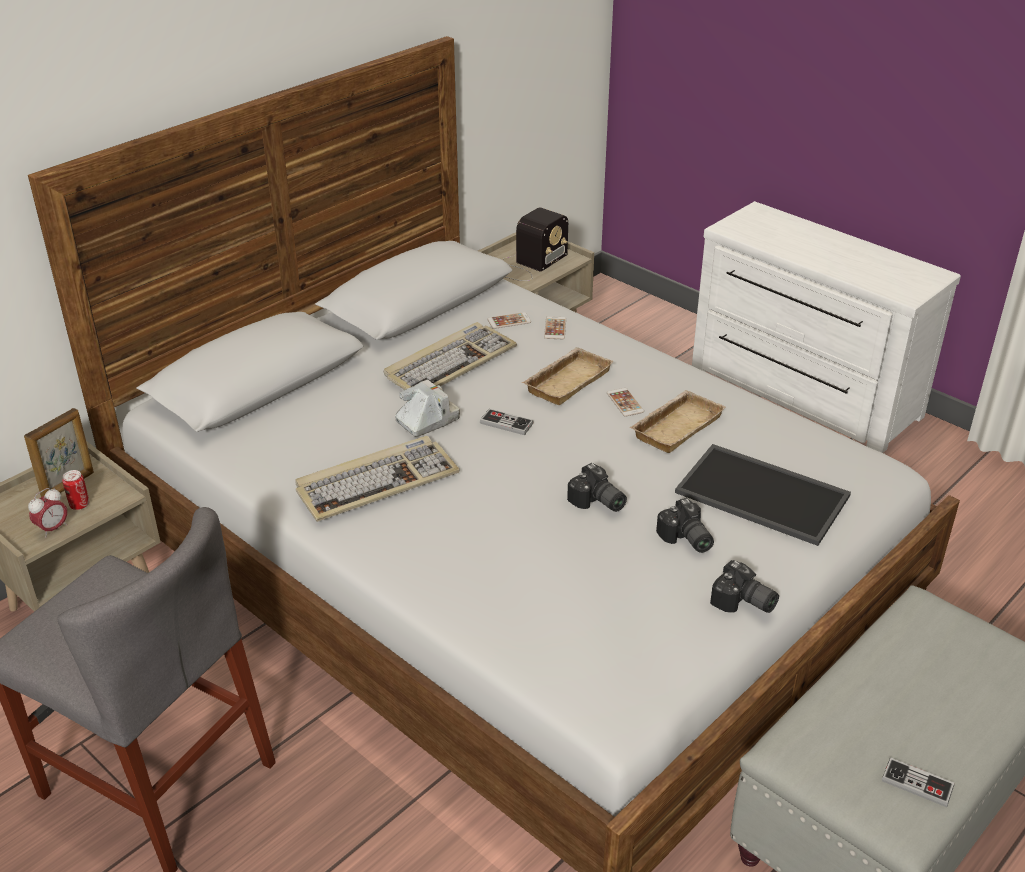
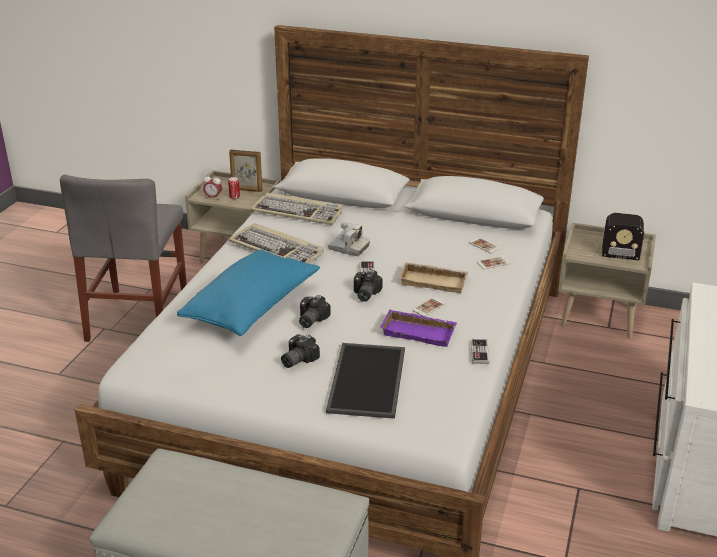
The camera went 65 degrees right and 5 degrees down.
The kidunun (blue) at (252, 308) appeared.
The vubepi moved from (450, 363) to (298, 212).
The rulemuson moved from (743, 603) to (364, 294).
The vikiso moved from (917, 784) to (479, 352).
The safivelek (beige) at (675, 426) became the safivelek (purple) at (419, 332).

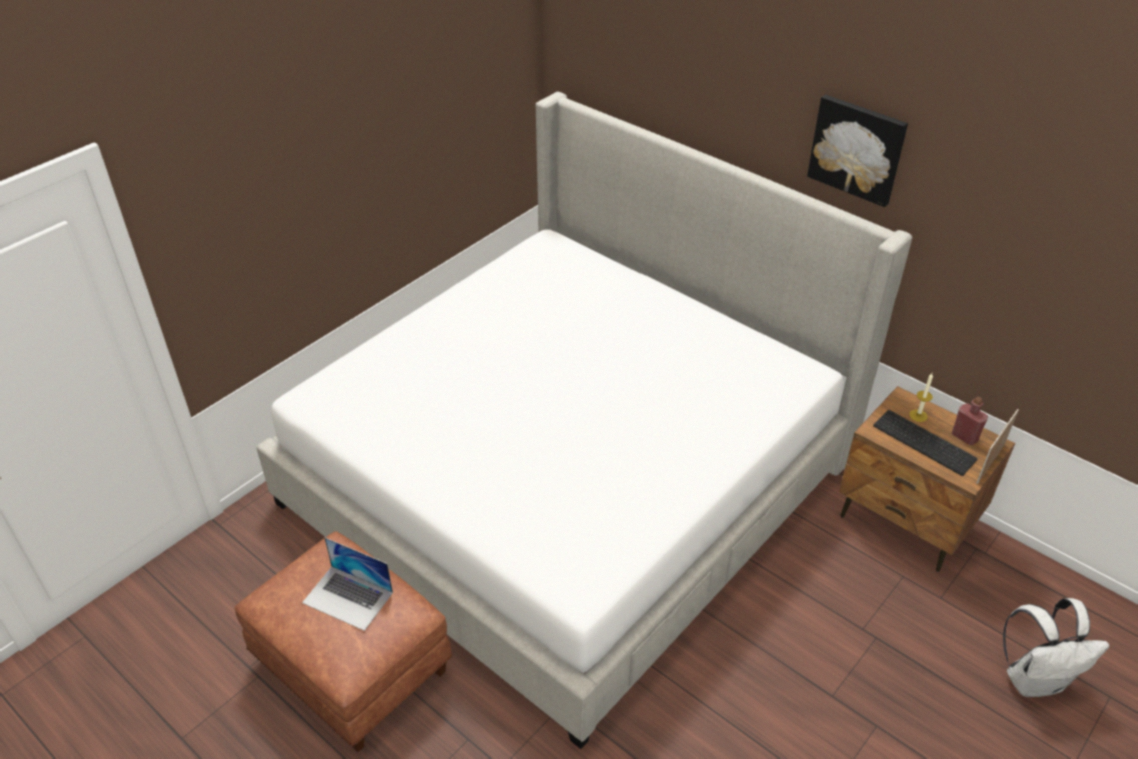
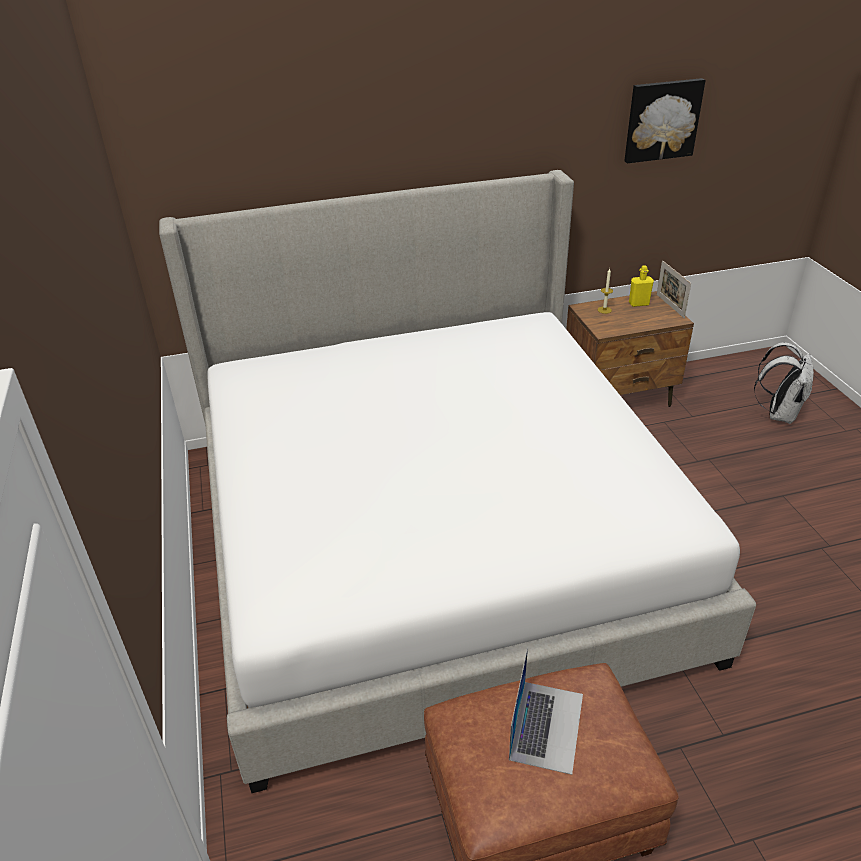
The camera went 55 degrees left and 5 degrees down.
The vubepi at (926, 442) disappeared.
The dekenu moved from (857, 149) to (662, 120).
The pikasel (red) at (964, 437) became the pikasel (yellow) at (639, 303).
The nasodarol at (348, 597) turned 45 degrees counterclockwise.

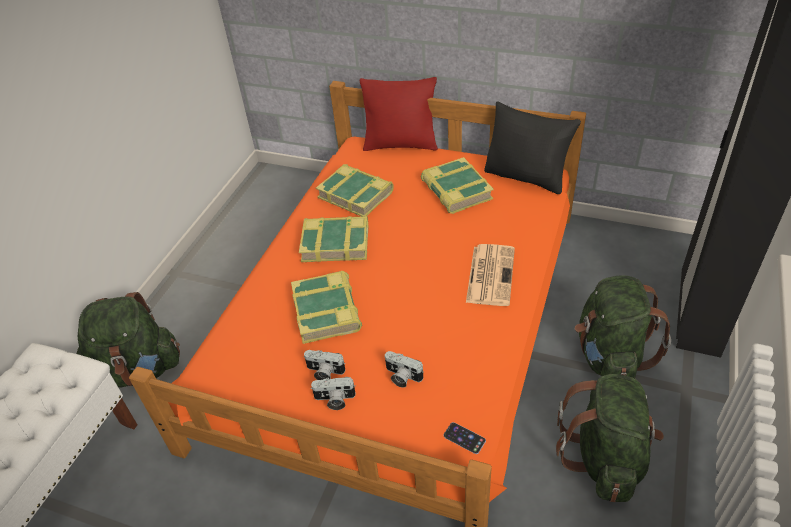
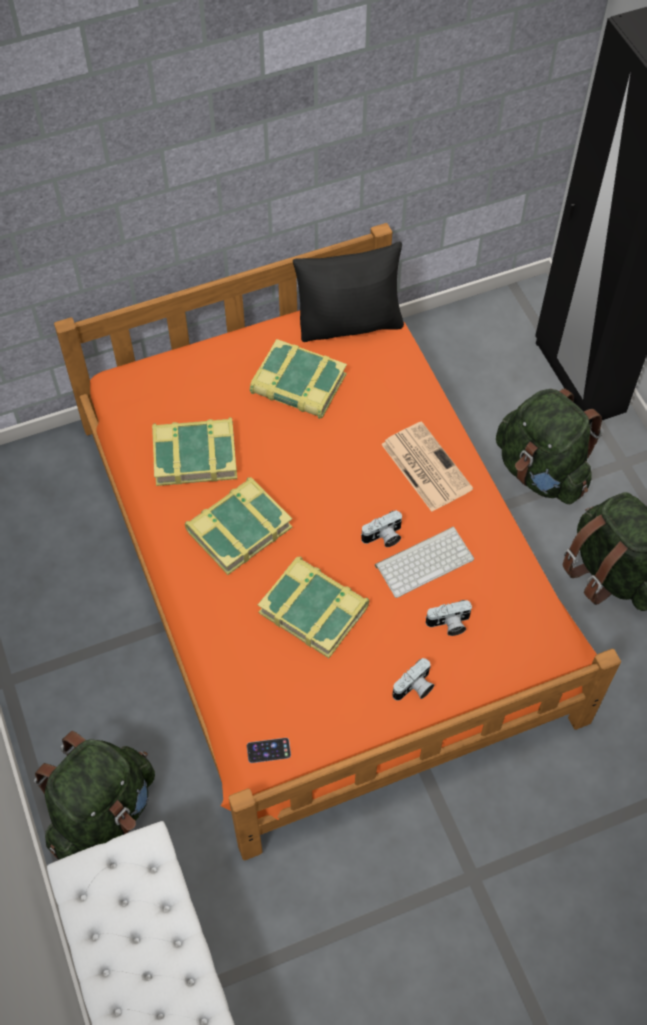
The camera went 45 degrees left and 15 degrees up.
The kidunun (red) at (400, 145) disappeared.
The vubepi at (424, 560) appeared.
The rulemuson moved from (324, 372) to (383, 537).
The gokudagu moved from (464, 438) to (268, 750).

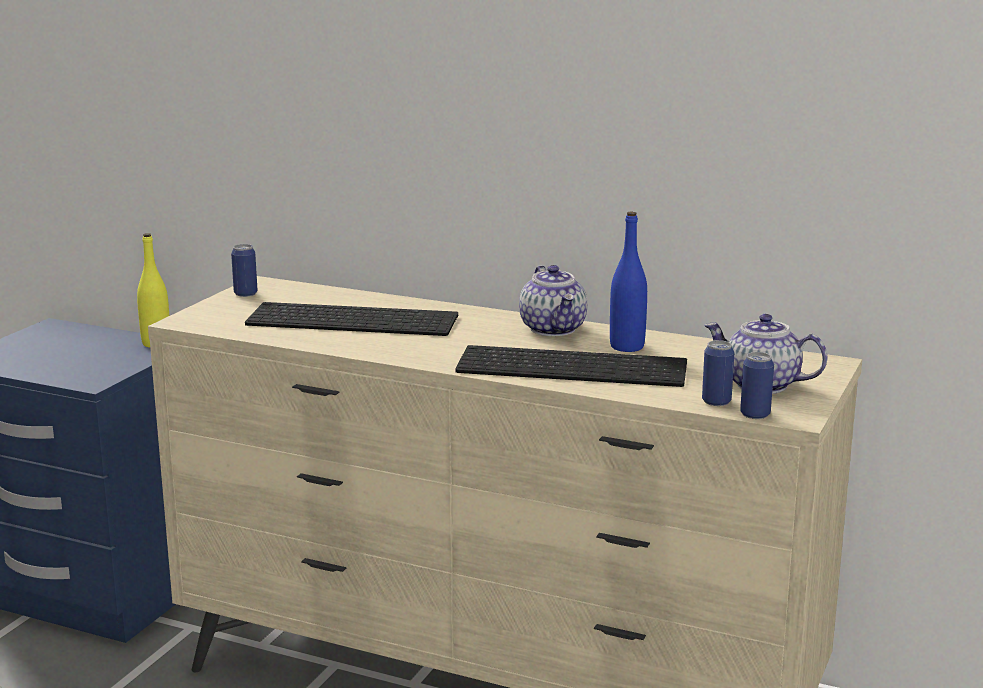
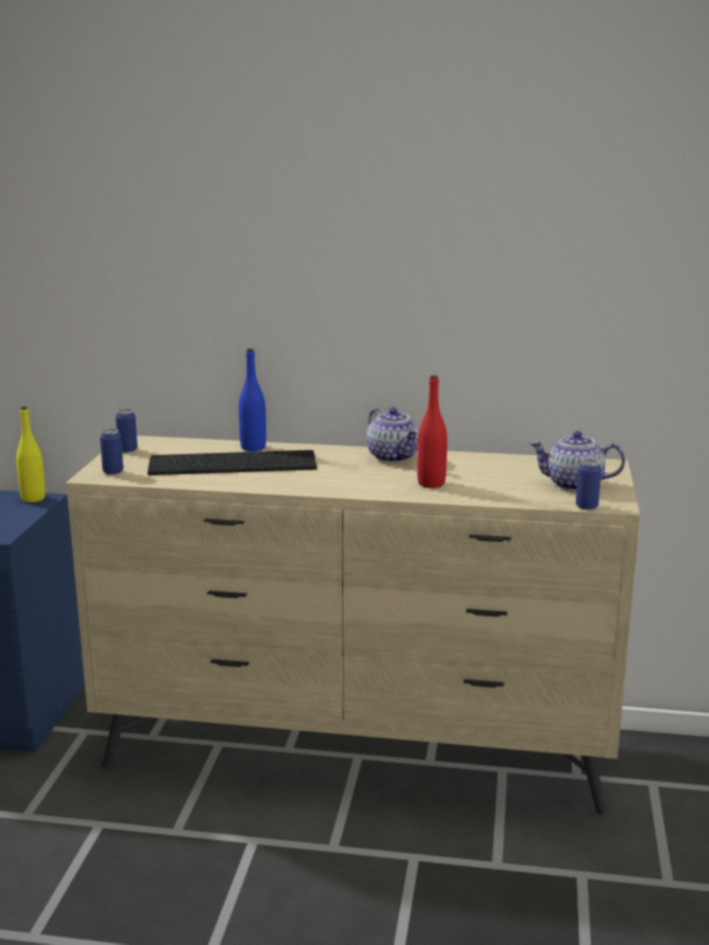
The camera went 15 degrees left and 0 degrees up.
The pikasel (blue) moved from (627, 347) to (253, 448).
The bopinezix moved from (716, 401) to (113, 471).
The vubepi at (574, 366) was replaced by the pikasel (red) at (431, 483).

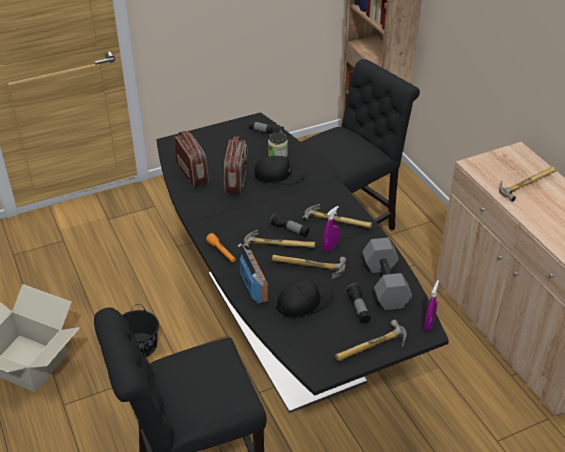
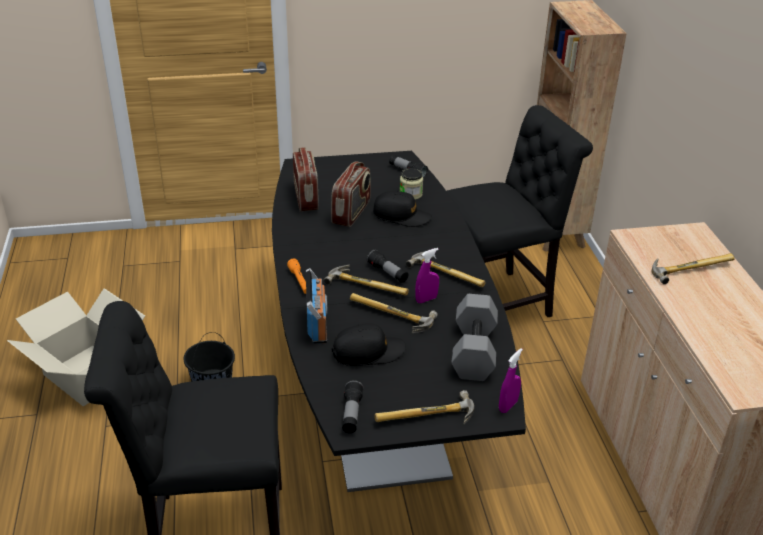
The camera went 15 degrees right and 5 degrees down.
The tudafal moved from (358, 308) to (351, 414).

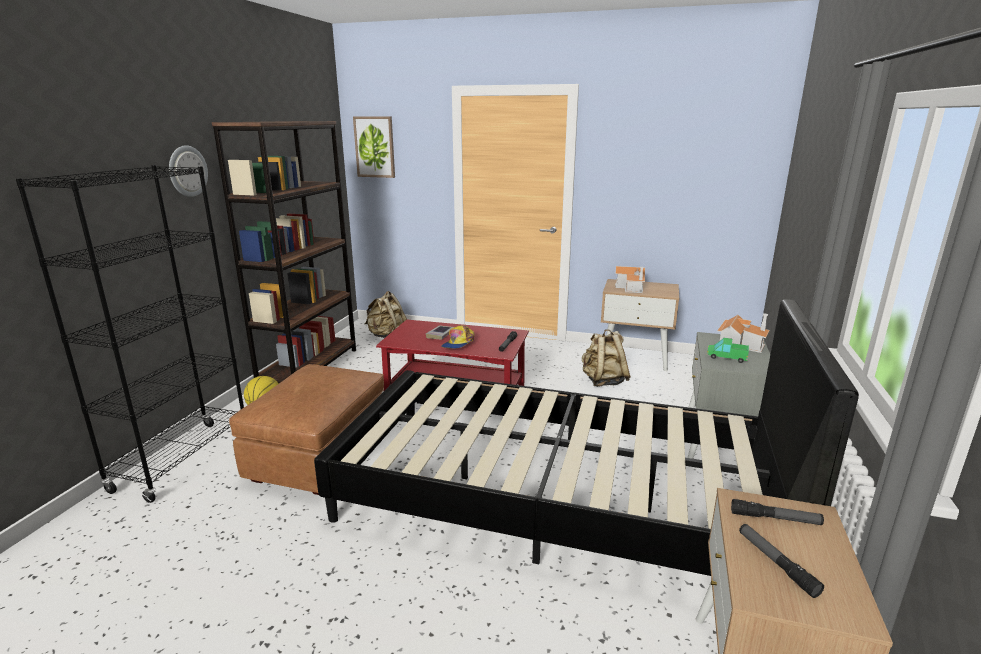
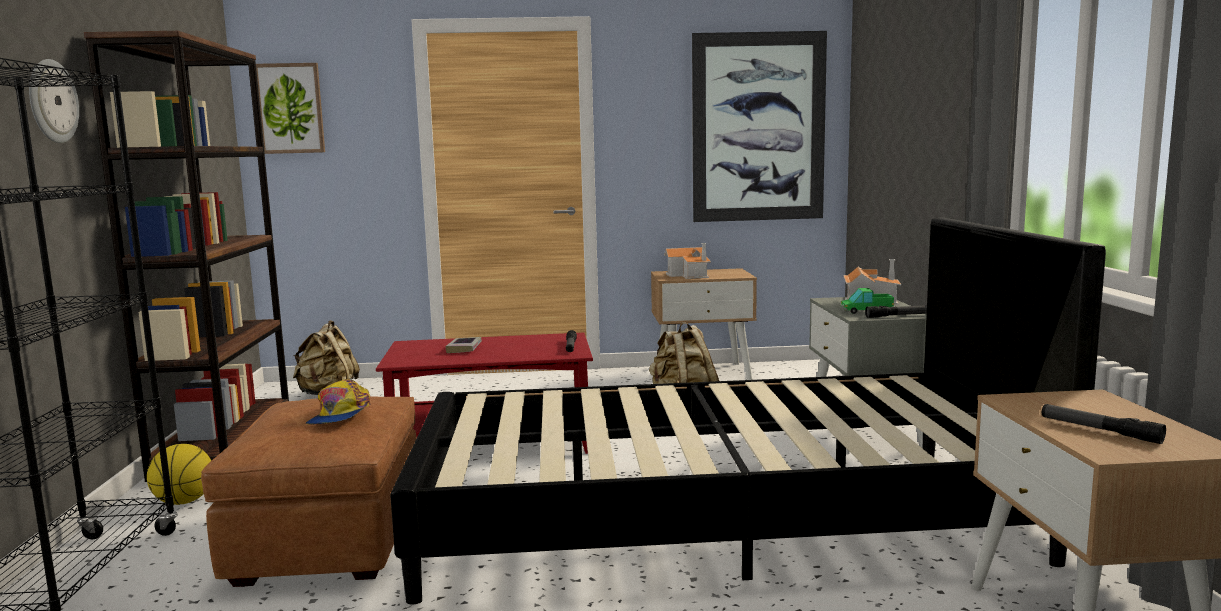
The camera went 20 degrees left and 10 degrees down.
The dekenu at (758, 127) appeared.
The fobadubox moved from (458, 343) to (340, 416).
The tudafal moved from (775, 518) to (898, 316).

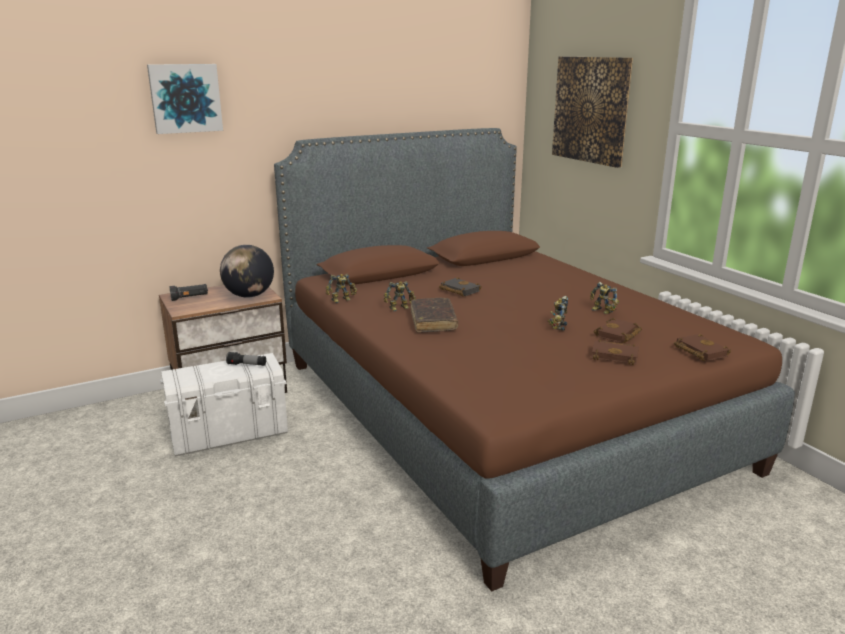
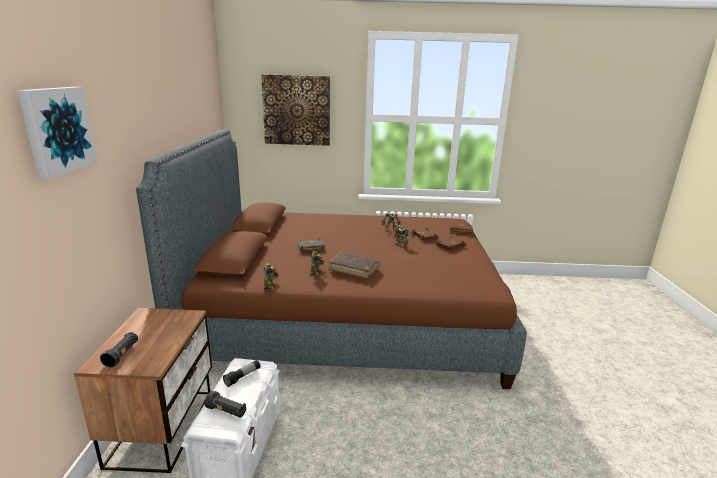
The camera went 60 degrees left and 0 degrees up.
The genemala at (249, 296) disappeared.
The tudafal (black) at (227, 411) appeared.

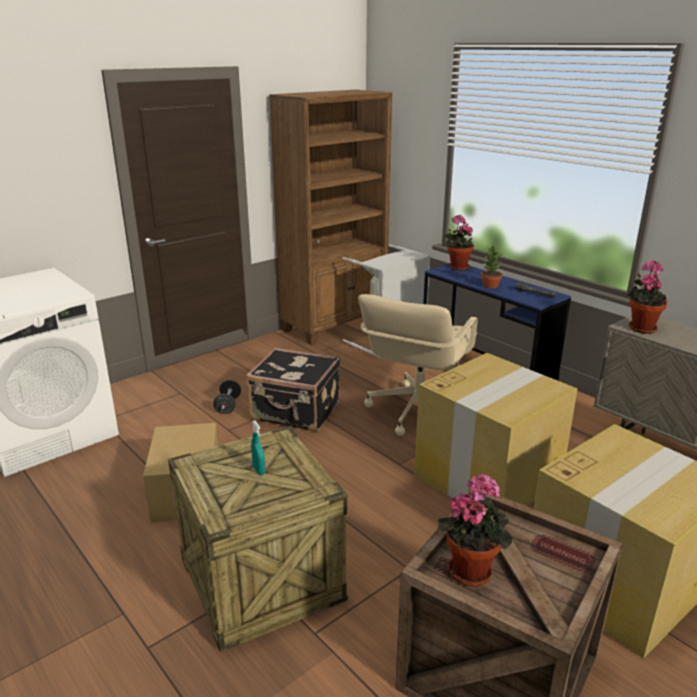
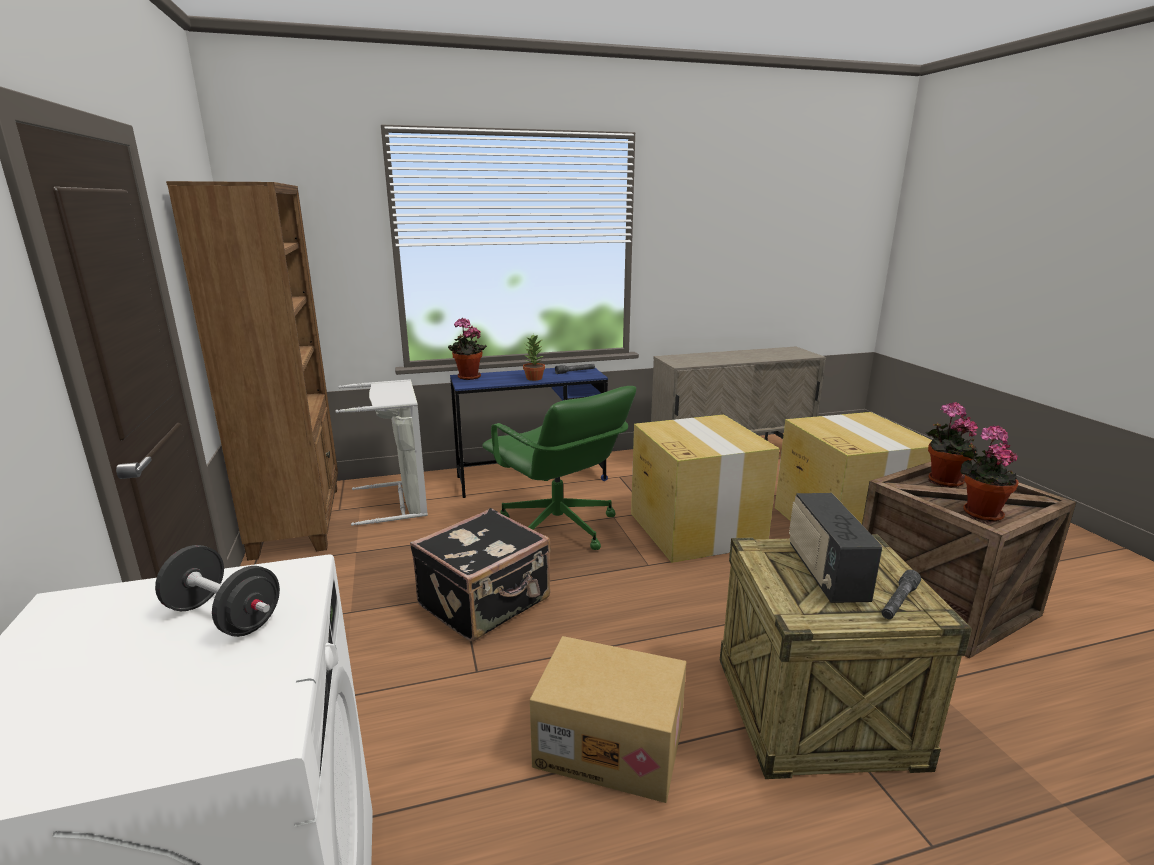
The camera went 65 degrees left and 5 degrees down.
The tudafal (grey) at (898, 602) appeared.
The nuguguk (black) moved from (228, 406) to (224, 617).
The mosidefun moved from (641, 327) to (941, 480).
The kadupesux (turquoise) at (259, 470) was replaced by the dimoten at (825, 573).
The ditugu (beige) at (416, 411) became the ditugu (green) at (558, 528).

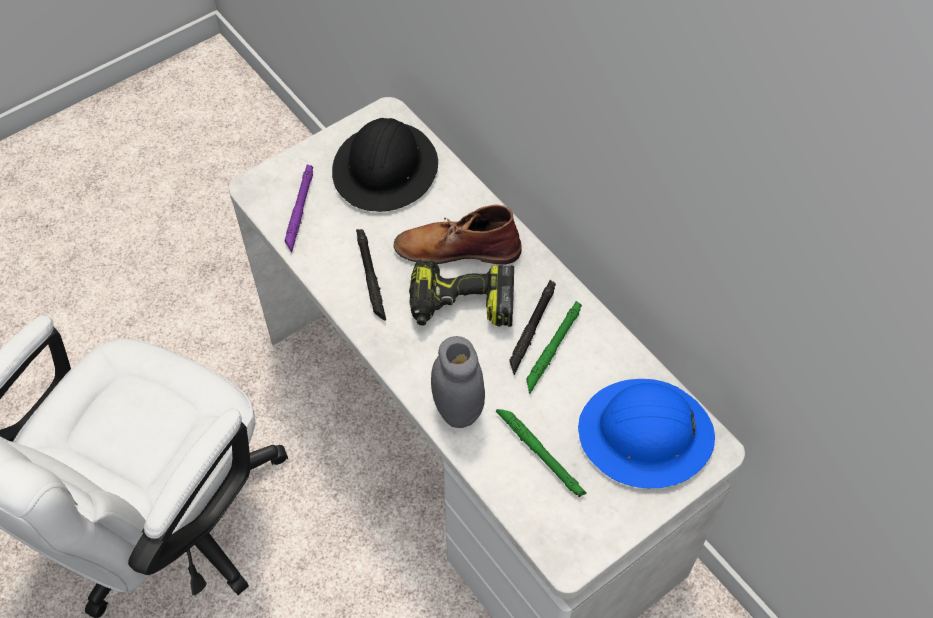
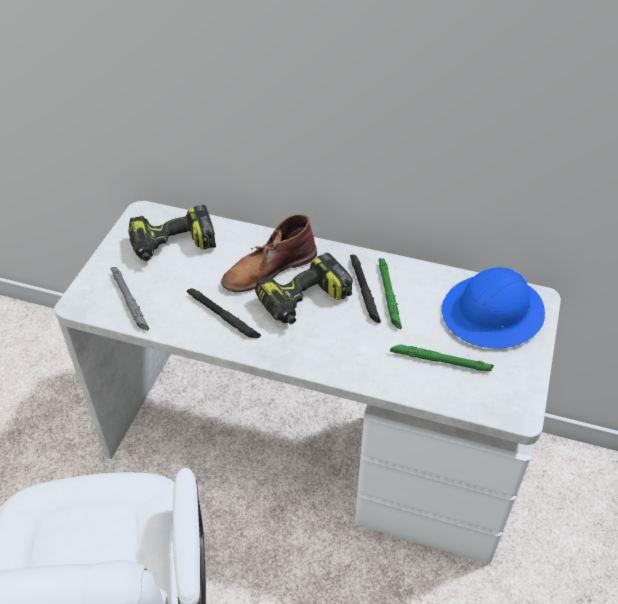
The camera went 35 degrees left and 10 degrees down.
The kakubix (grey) at (458, 409) disappeared.
The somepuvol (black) at (386, 169) was replaced by the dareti at (173, 245).
The tudafal (purple) at (300, 210) became the tudafal (grey) at (129, 301).

